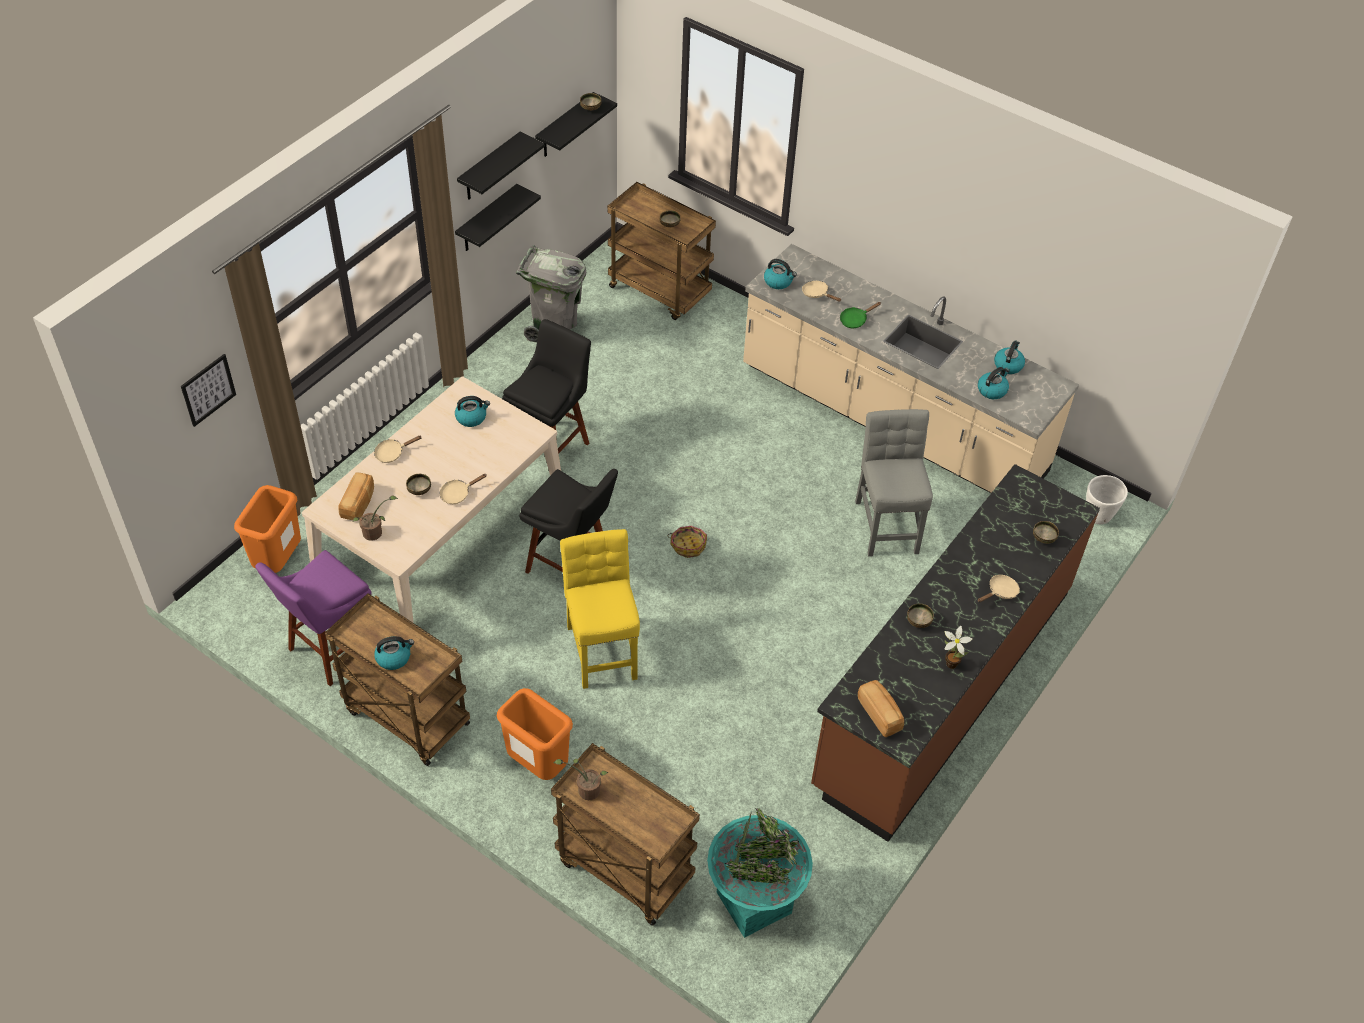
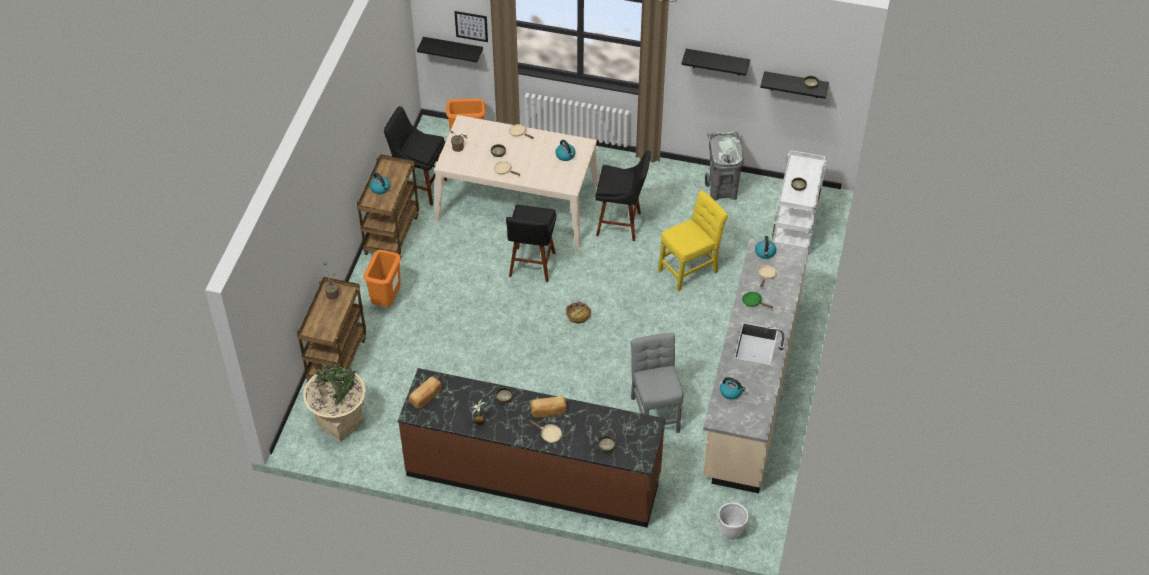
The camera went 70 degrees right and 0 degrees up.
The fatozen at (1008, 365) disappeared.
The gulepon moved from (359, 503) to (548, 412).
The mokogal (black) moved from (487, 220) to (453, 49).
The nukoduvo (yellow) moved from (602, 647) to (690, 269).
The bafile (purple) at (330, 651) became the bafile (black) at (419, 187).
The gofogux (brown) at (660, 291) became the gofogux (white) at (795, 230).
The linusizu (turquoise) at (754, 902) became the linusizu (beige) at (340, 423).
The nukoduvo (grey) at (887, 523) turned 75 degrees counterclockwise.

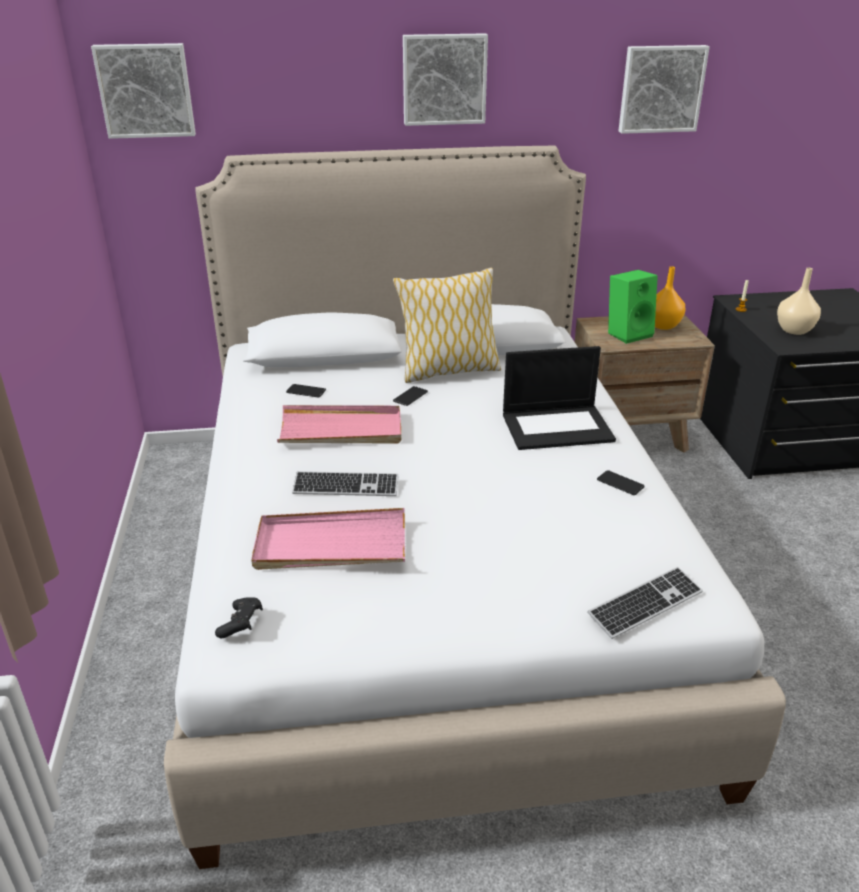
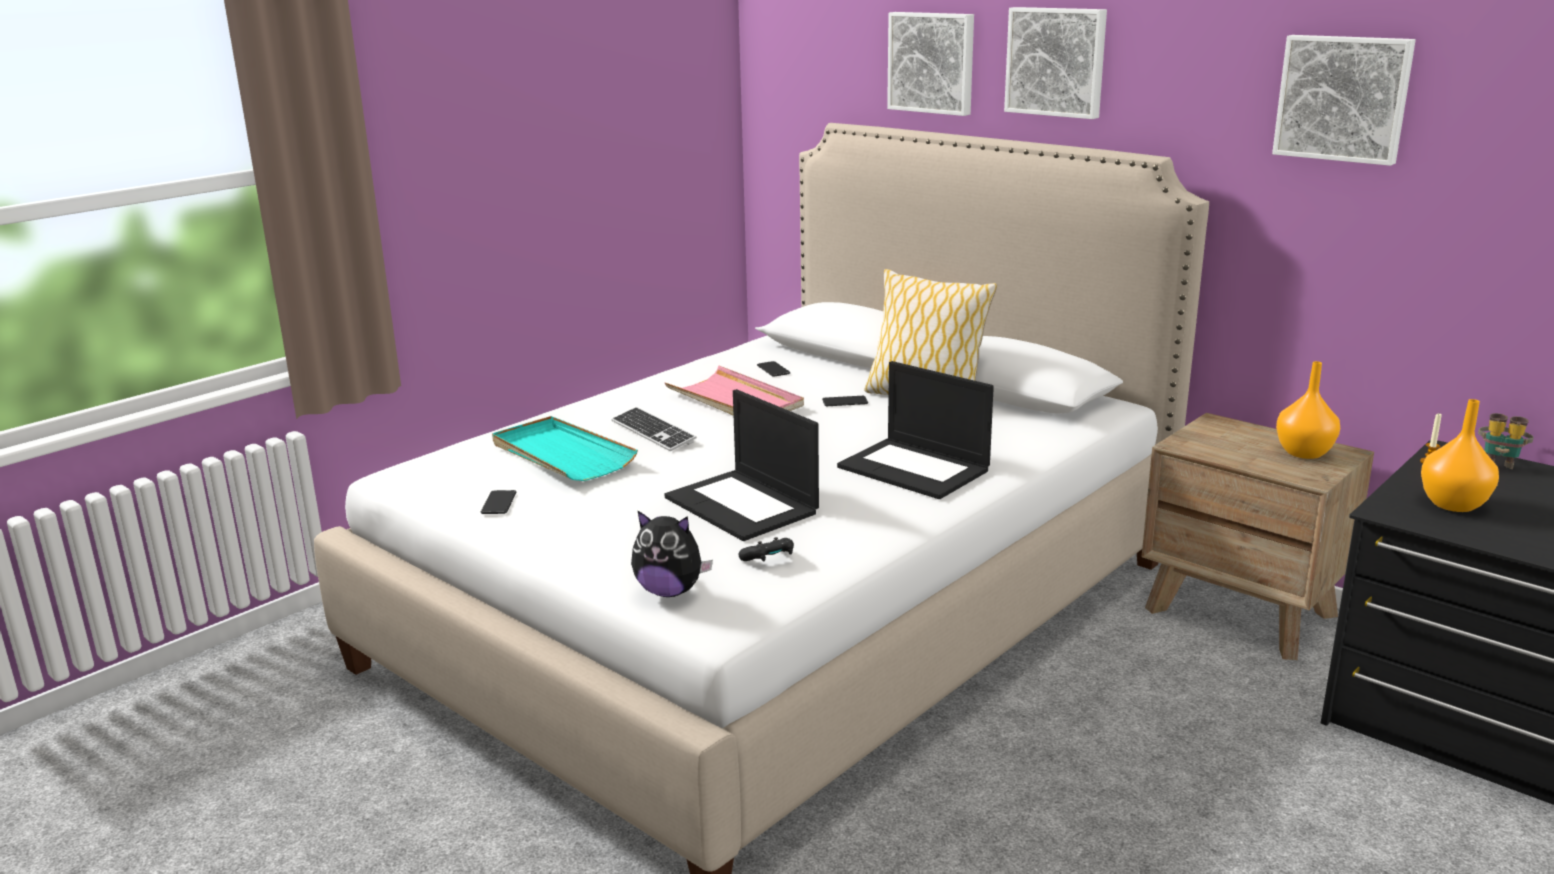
The camera went 50 degrees right and 10 degrees down.
The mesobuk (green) at (628, 333) disappeared.
The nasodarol at (743, 505) appeared.
The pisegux at (1499, 462) appeared.
The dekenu moved from (146, 90) to (932, 62).
The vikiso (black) moved from (241, 624) to (769, 560).
The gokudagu moved from (620, 483) to (499, 503).
The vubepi at (645, 604) was replaced by the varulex at (670, 591).
The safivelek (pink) at (330, 545) became the safivelek (turquoise) at (561, 454).
The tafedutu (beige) at (795, 330) became the tafedutu (orange) at (1453, 505).

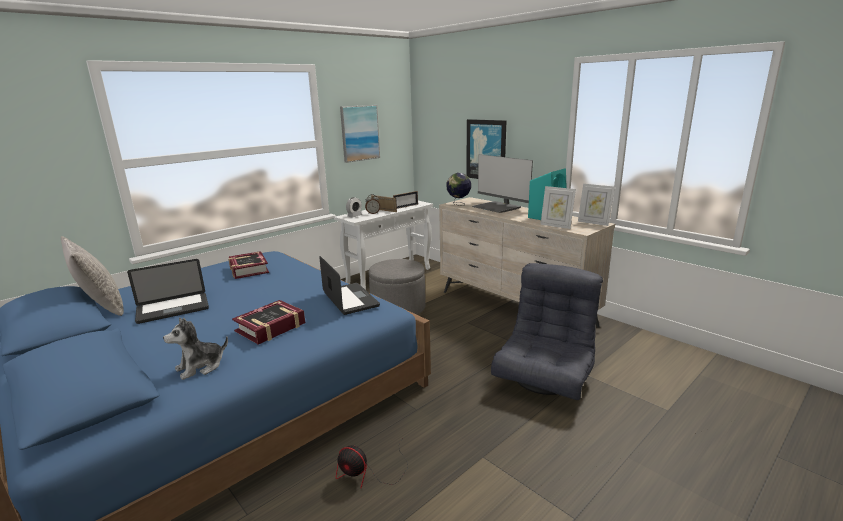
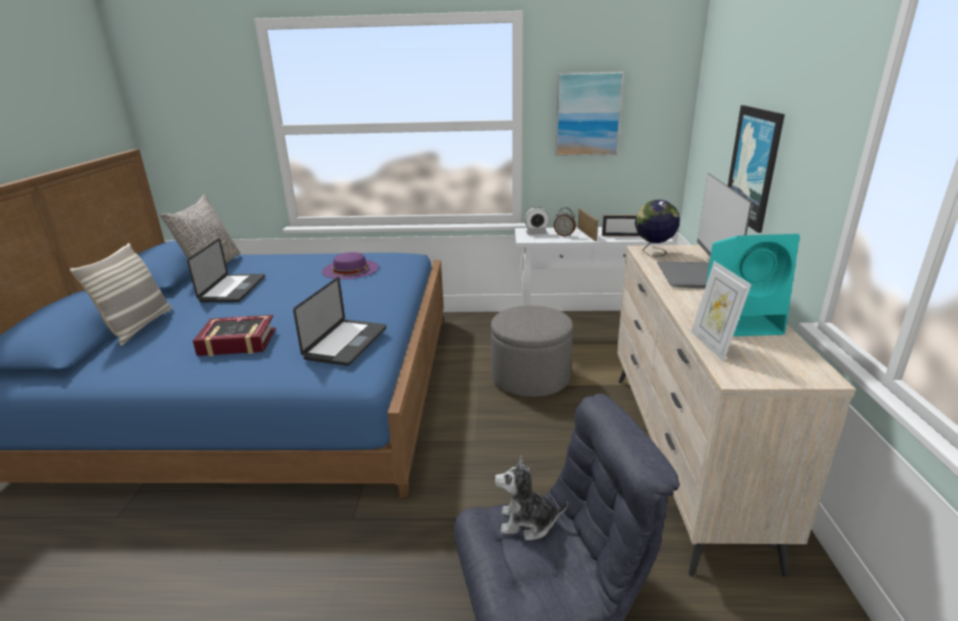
The camera went 45 degrees right and 5 degrees up.
The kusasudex at (369, 473) disappeared.
The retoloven at (593, 223) disappeared.
The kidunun at (138, 326) appeared.
The varulex moved from (200, 367) to (527, 523).
The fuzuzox at (248, 269) was replaced by the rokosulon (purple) at (350, 269).
The nasodarol at (173, 309) turned 105 degrees counterclockwise.

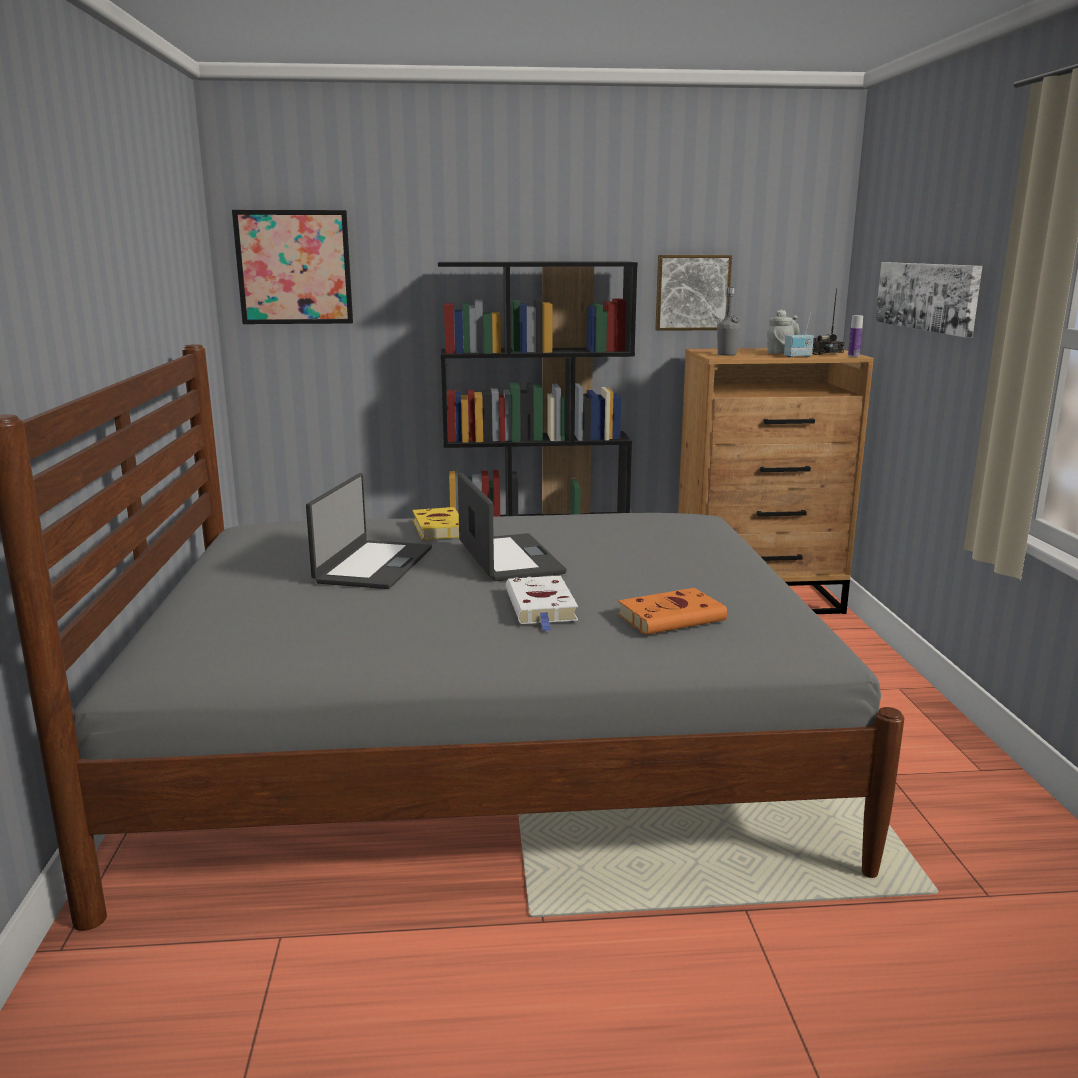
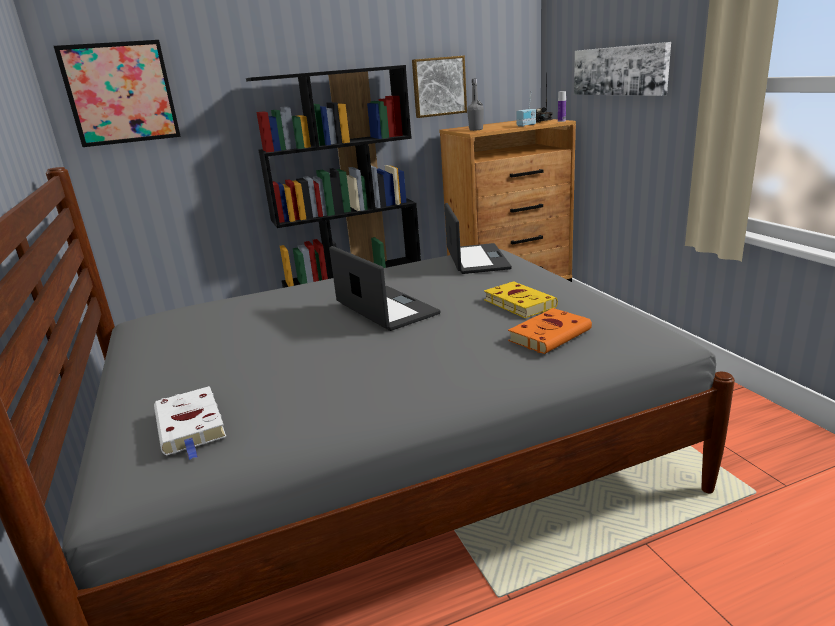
The camera went 15 degrees left and 5 degrees up.
The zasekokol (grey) at (781, 352) disappeared.
The nasodarol moved from (373, 565) to (476, 259).
The fuzuzox (yellow) moved from (438, 528) to (517, 303).
The fuzuzox (white) moved from (542, 607) to (191, 426).

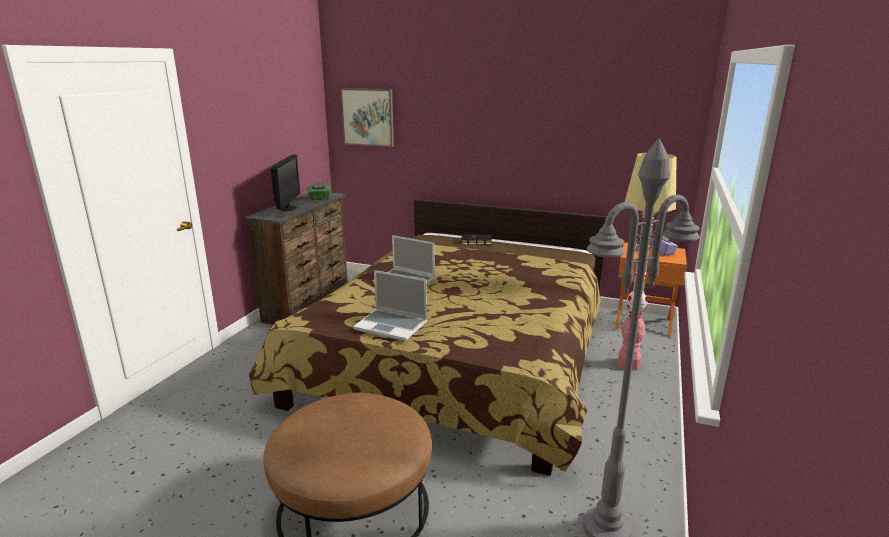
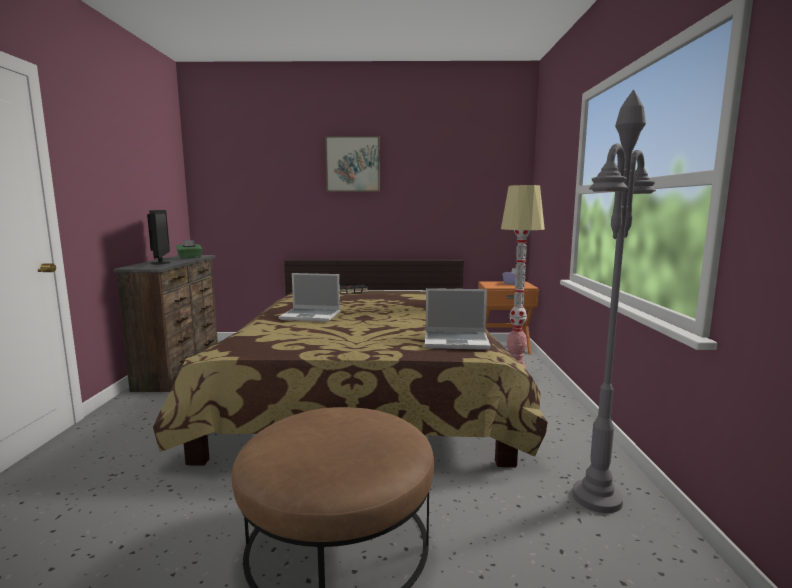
The camera went 20 degrees left and 10 degrees down.
The dekenu moved from (368, 117) to (353, 164).
The nasodarol moved from (392, 326) to (457, 341).

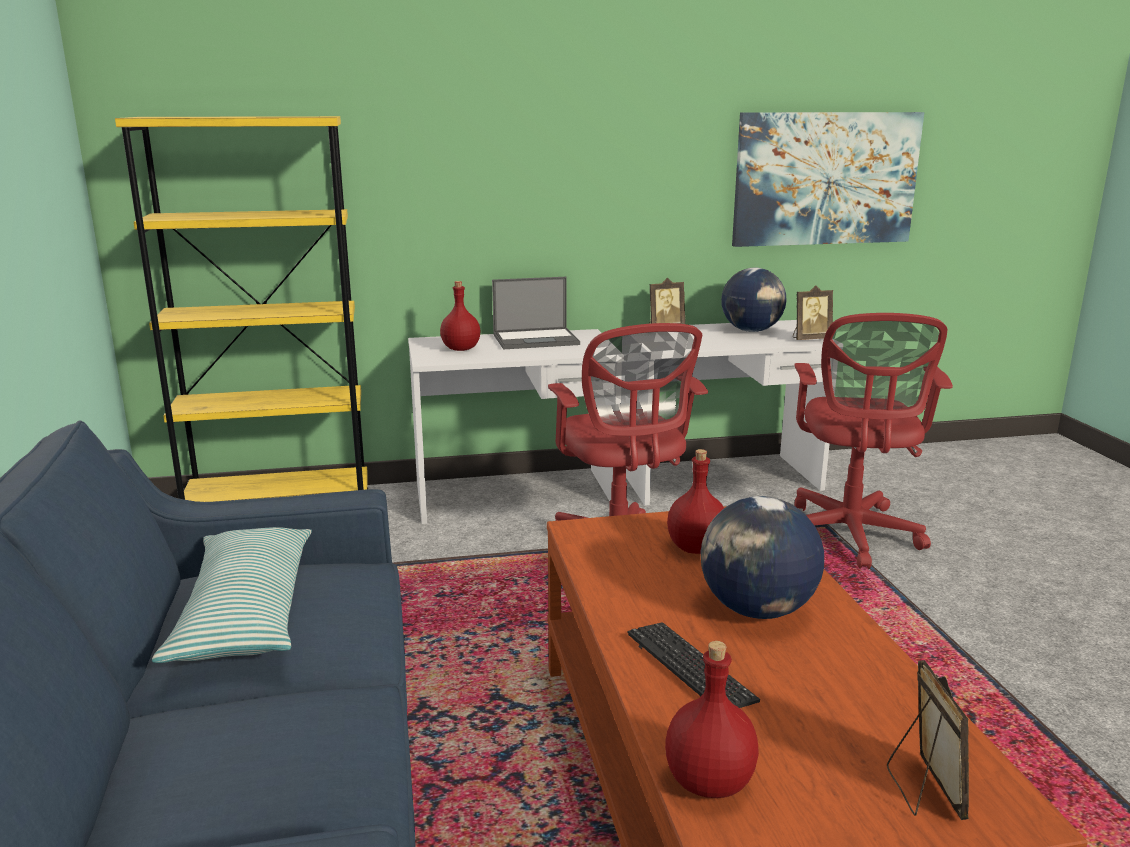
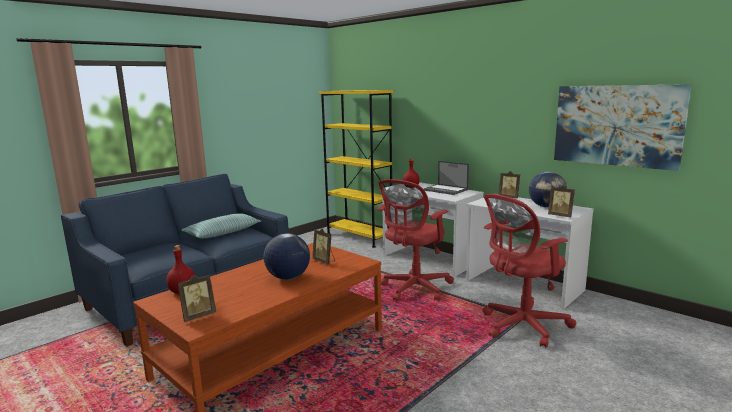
The camera went 55 degrees right and 5 degrees down.
The vubepi at (689, 668) disappeared.
The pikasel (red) at (696, 548) was replaced by the retoloven at (324, 261).

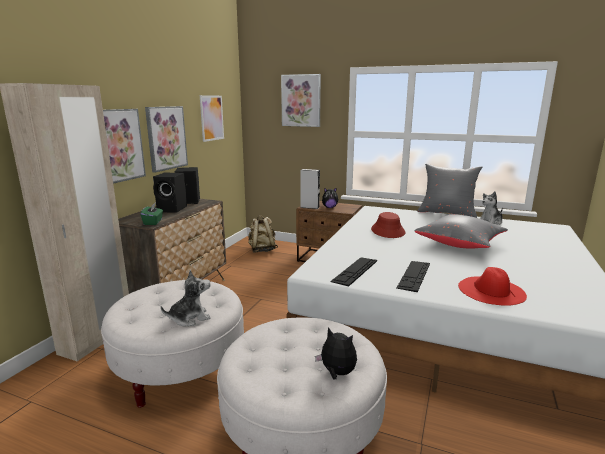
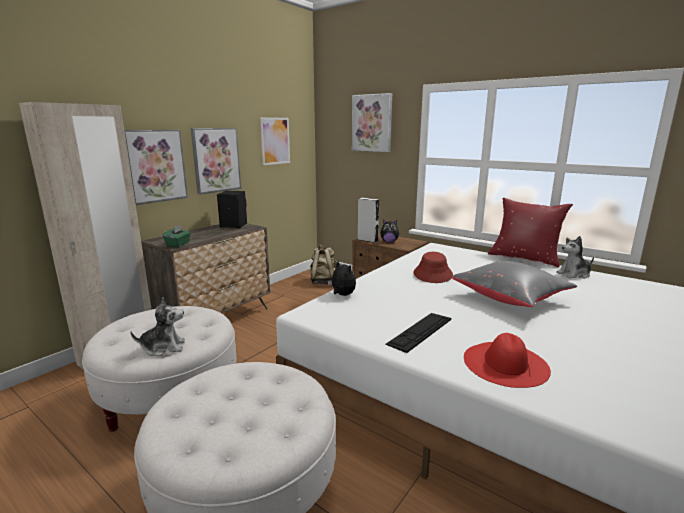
The camera went 15 degrees right and 0 degrees up.
The mesobuk (black) at (173, 209) disappeared.
The vubepi at (355, 271) disappeared.
The varulex moved from (337, 373) to (342, 295).
The kidunun (grey) at (447, 213) became the kidunun (red) at (524, 258).

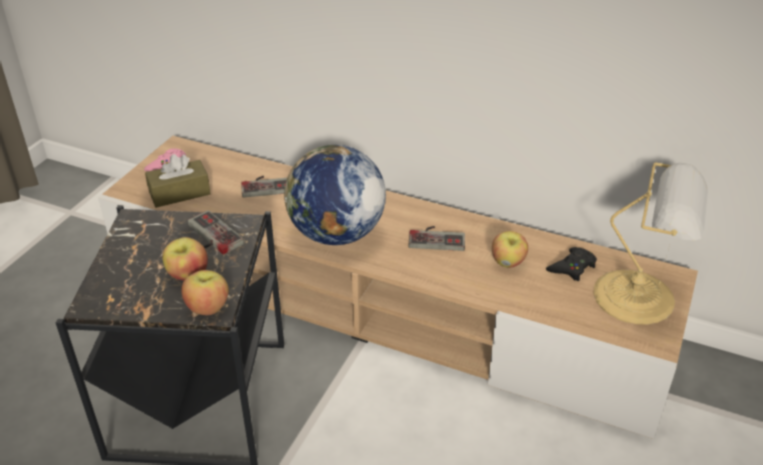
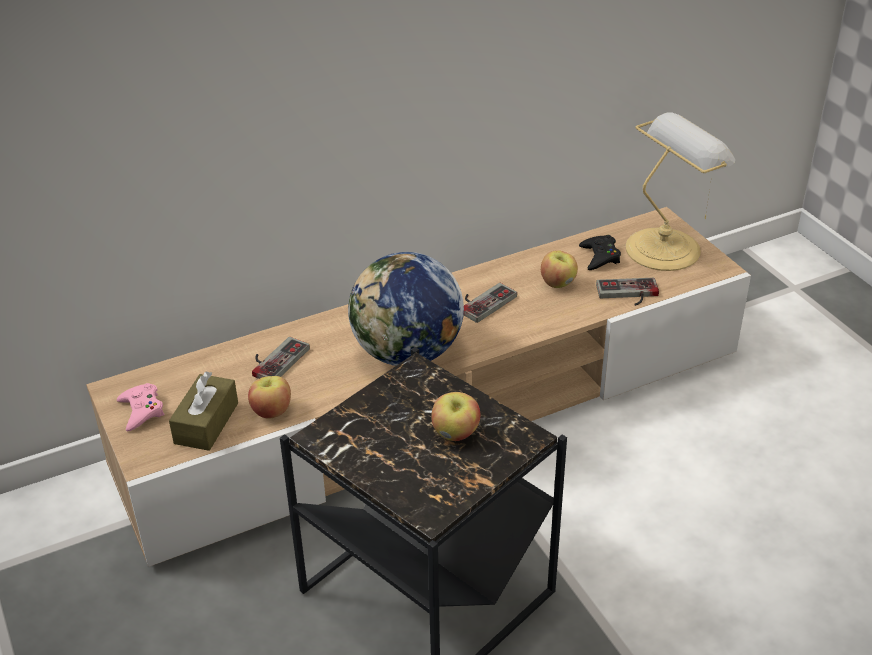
The camera went 50 degrees left and 0 degrees up.
The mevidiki moved from (208, 307) to (271, 411).
The vikiso moved from (209, 237) to (628, 294).

